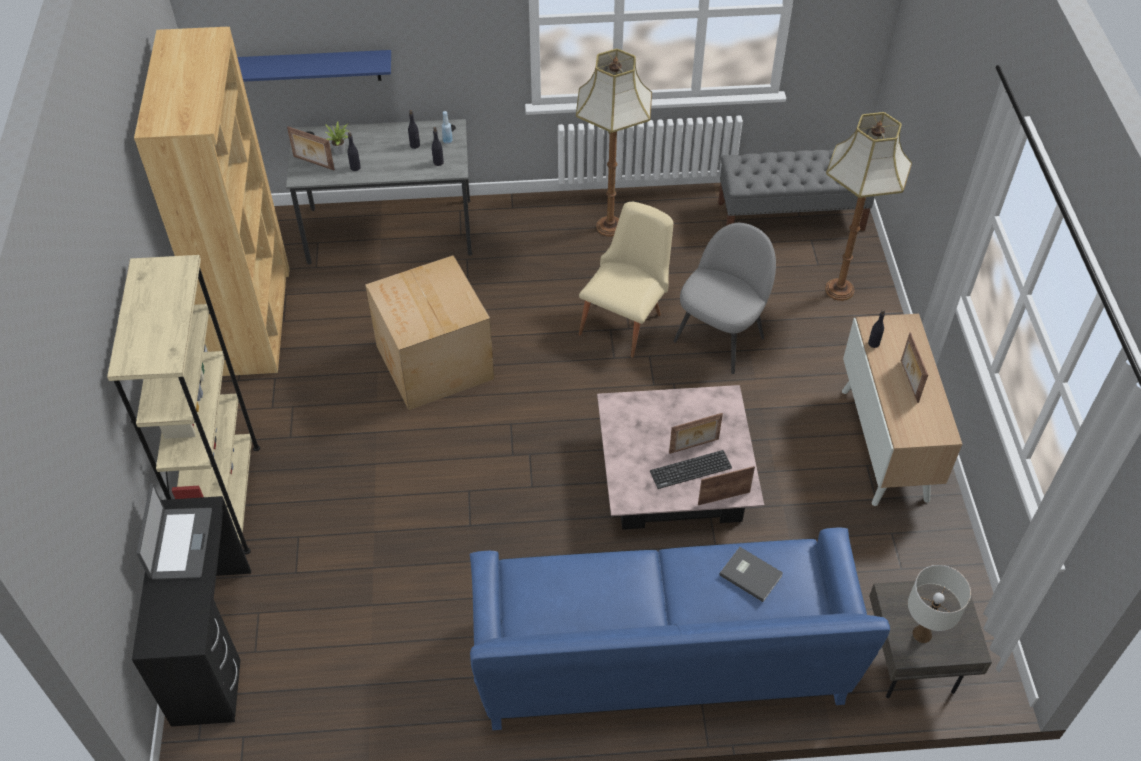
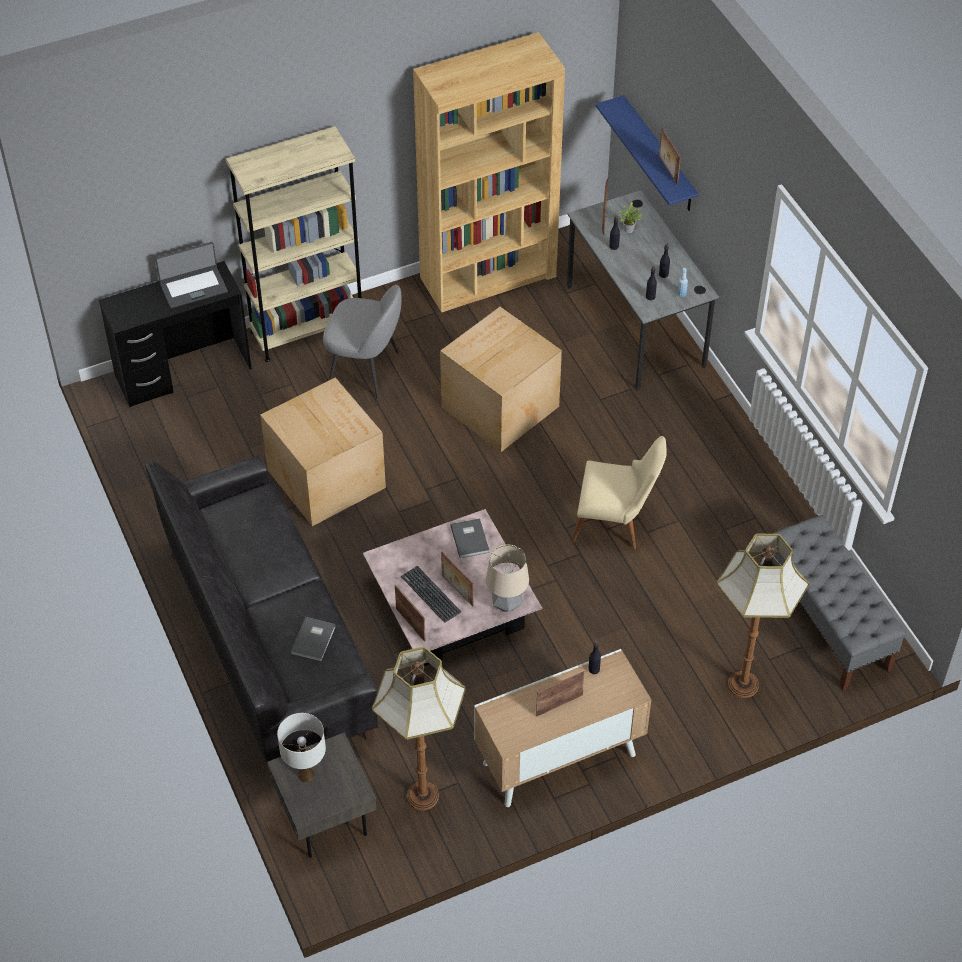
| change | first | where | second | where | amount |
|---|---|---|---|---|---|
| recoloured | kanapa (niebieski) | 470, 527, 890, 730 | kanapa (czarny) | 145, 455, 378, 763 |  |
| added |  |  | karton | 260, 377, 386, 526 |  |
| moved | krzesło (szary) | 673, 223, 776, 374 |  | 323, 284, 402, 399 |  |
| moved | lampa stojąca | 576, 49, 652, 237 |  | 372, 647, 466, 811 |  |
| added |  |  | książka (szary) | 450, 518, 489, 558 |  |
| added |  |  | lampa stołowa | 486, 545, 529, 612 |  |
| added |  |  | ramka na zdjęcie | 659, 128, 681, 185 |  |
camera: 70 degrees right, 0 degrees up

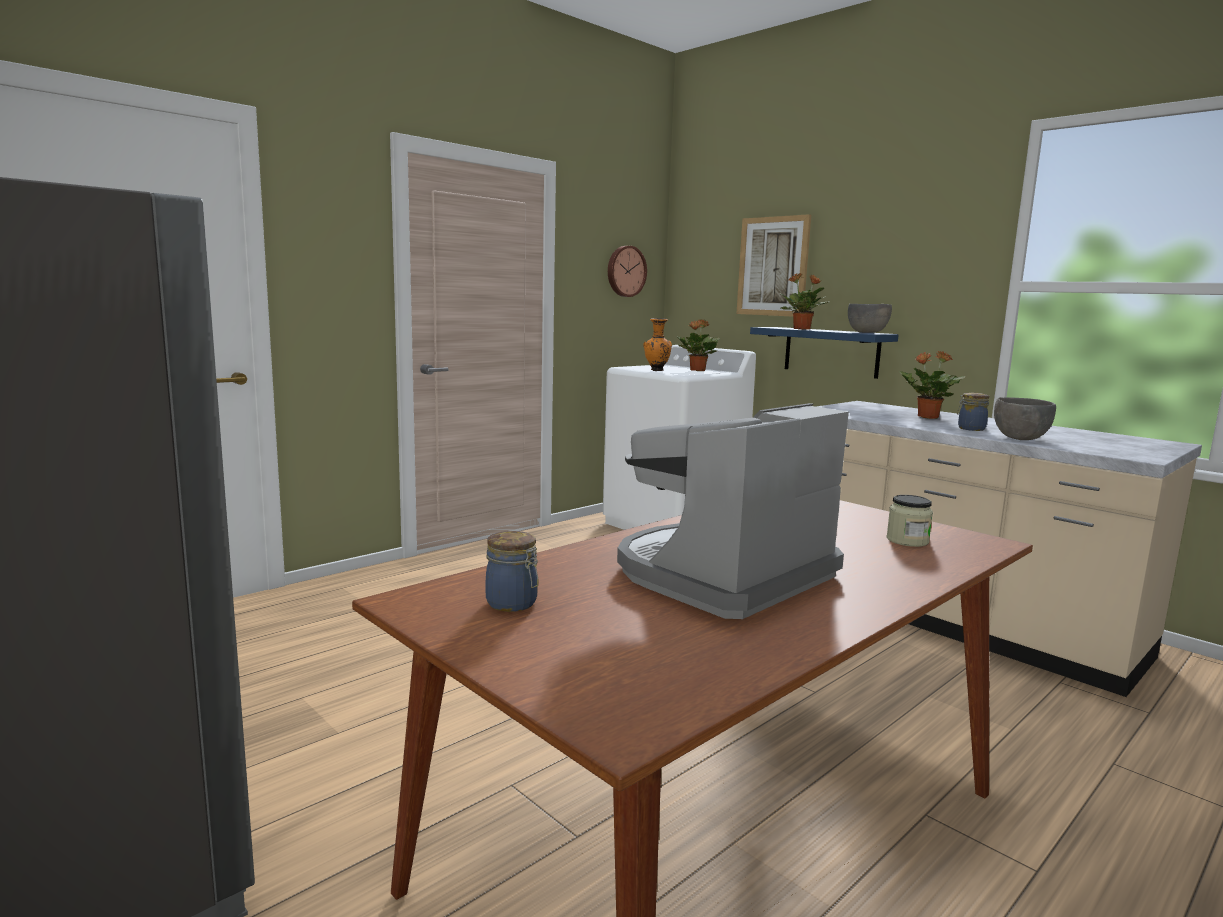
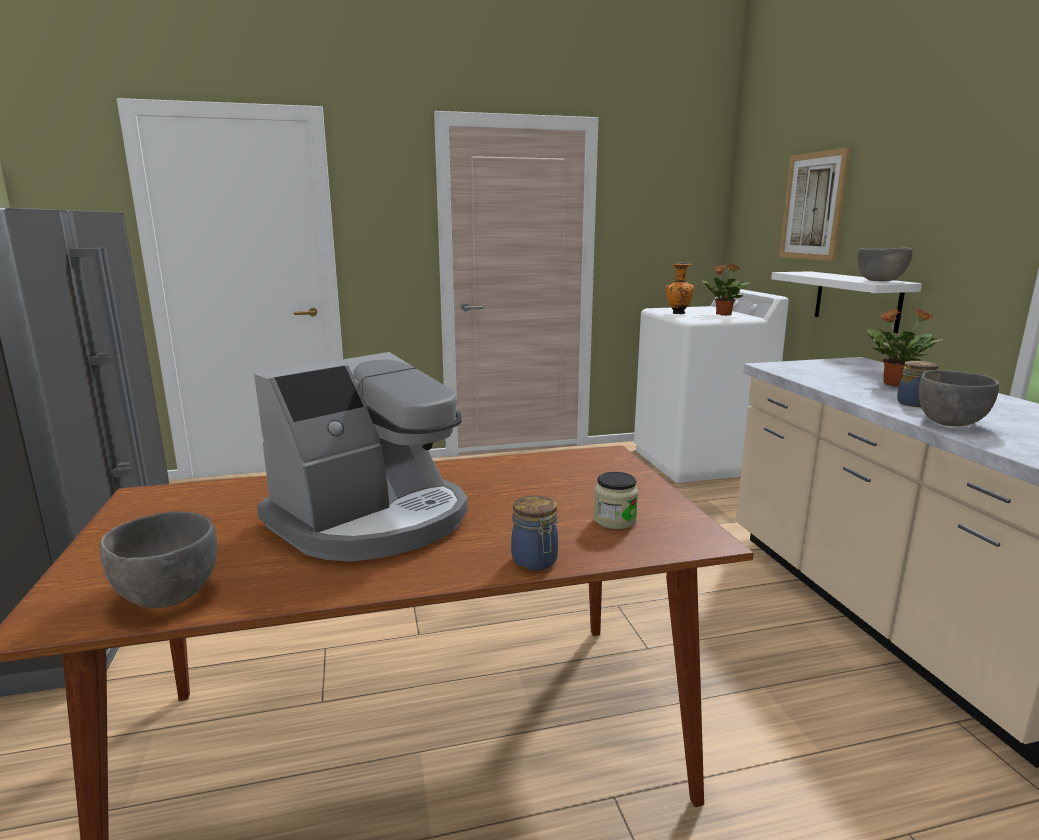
| change | first | where | second | where | amount |
|---|---|---|---|---|---|
| added |  |  | miska (szary) | 100, 512, 217, 608 |  |
| turned | ekspres do kawy | 617, 403, 849, 619 |  | 254, 352, 468, 562 | 150 degrees clockwise |
| moved | słoik | 486, 531, 538, 612 |  | 511, 495, 558, 571 |  |
| recoloured | półka (niebieski) | 750, 327, 899, 379 | półka (biały) | 771, 271, 922, 333 |  |
| removed | zegar ścienny | 608, 246, 647, 297 |  |  |  |
| removed | roślina doniczkowa | 779, 273, 829, 330 |  |  |  |
camera: 30 degrees right, 5 degrees up

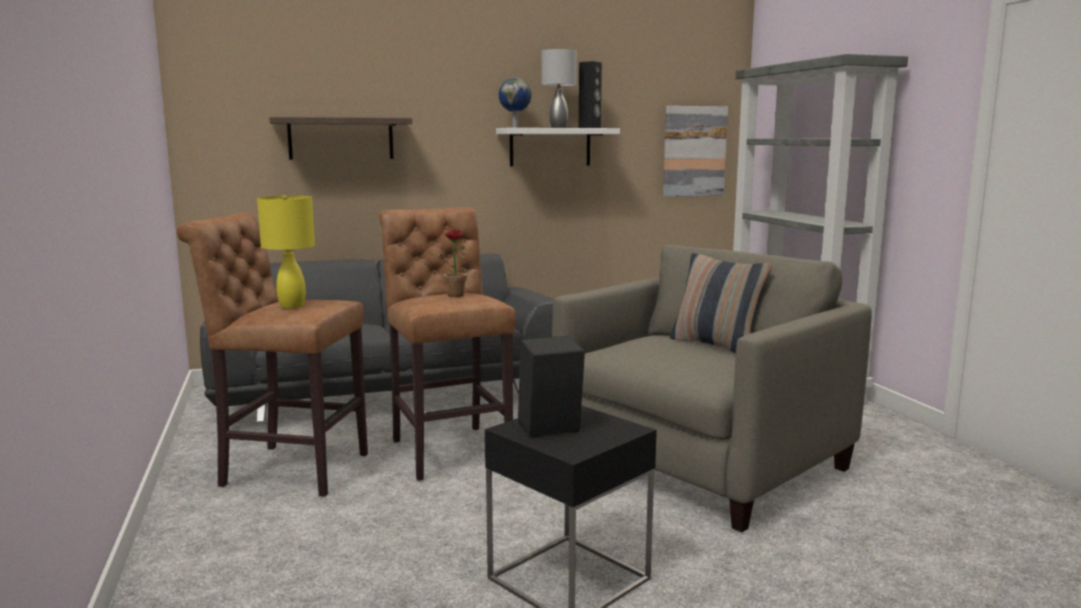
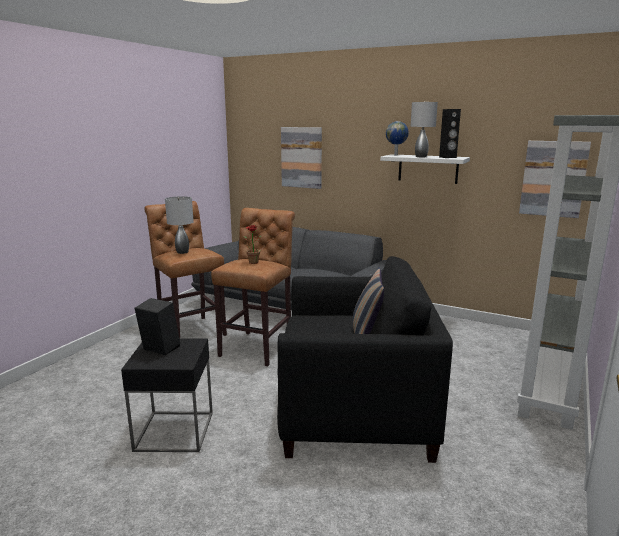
| change | first | where | second | where | amount |
|---|---|---|---|---|---|
| recoloured | lampa stołowa (żółty) | 257, 196, 315, 309 | lampa stołowa (szary) | 165, 196, 194, 254 |  |
| recoloured | fotel (beżowy) | 552, 245, 871, 532 | fotel (czarny) | 277, 256, 453, 463 |  |
| replaced | półka | 269, 117, 412, 160 | obraz | 281, 127, 322, 189 |  |
camera: 45 degrees right, 5 degrees up

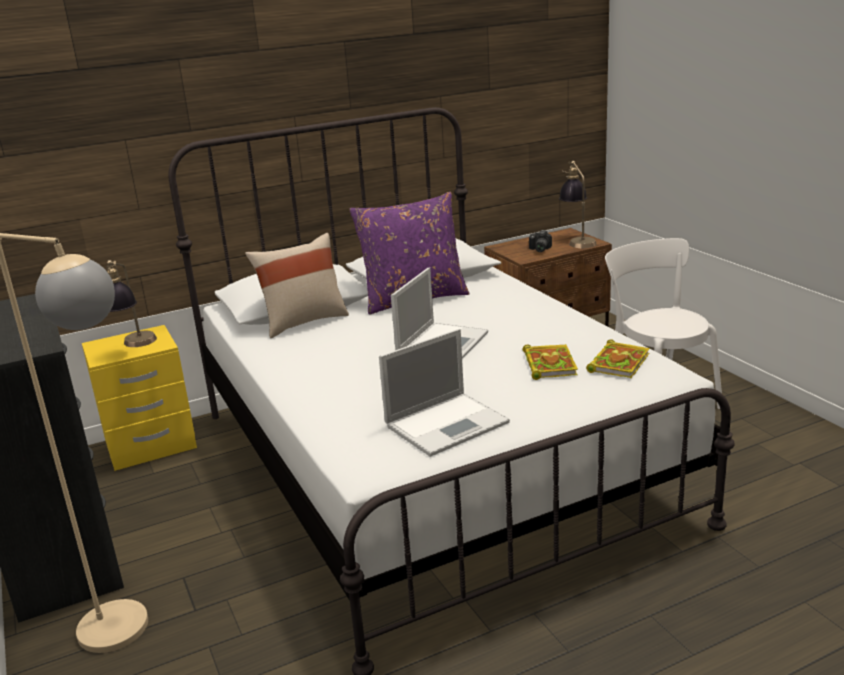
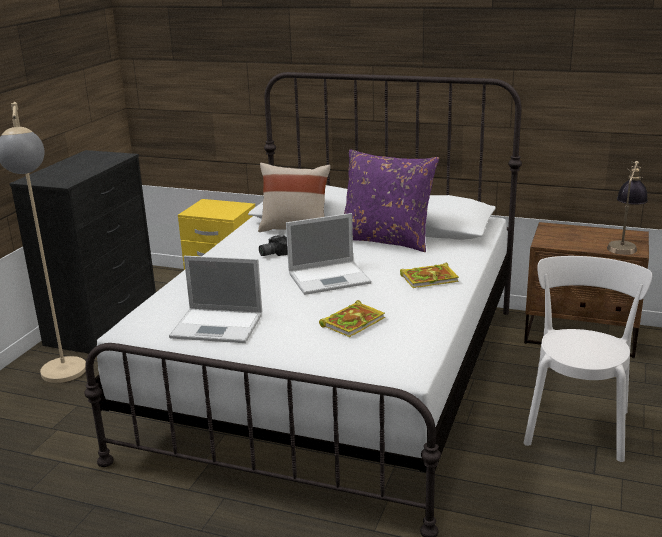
| change | first | where | second | where | amount |
|---|---|---|---|---|---|
| moved | aparat fotograficzny | 529, 230, 552, 252 |  | 259, 235, 288, 256 |  |
| moved | książka | 586, 339, 650, 378 |  | 400, 262, 459, 288 |  |
| removed | lampa stołowa | 106, 260, 157, 347 |  |  |  |
camera: 45 degrees right, 0 degrees up

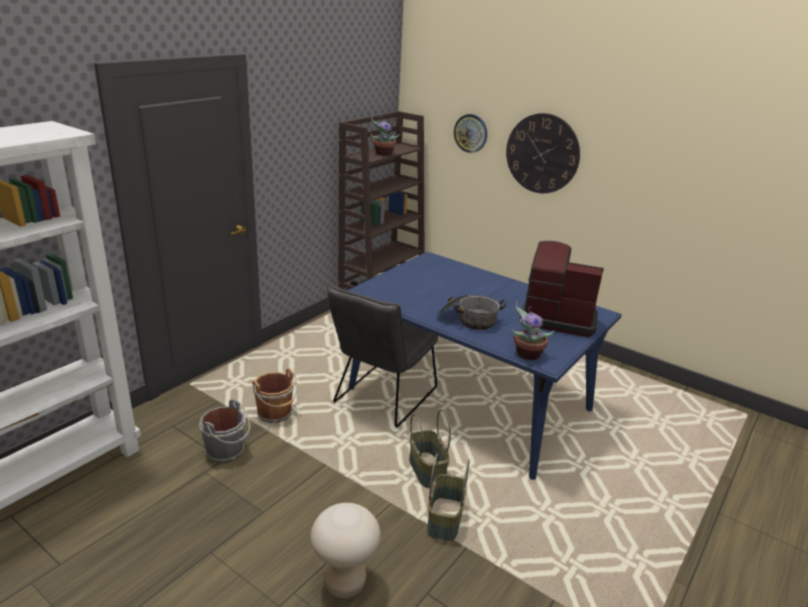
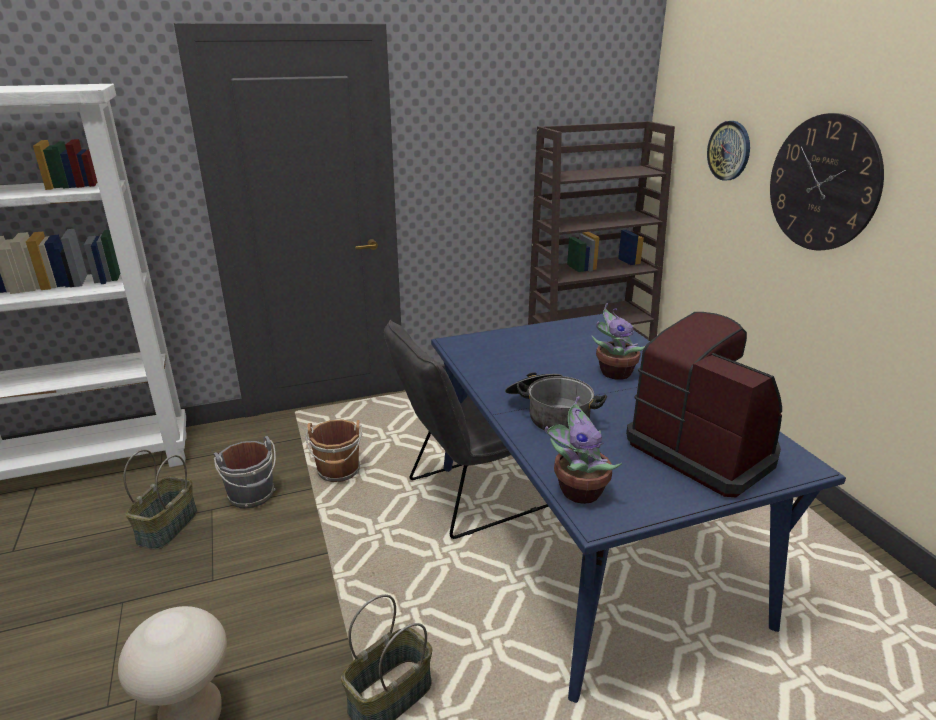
| change | first | where | second | where | amount |
|---|---|---|---|---|---|
| moved | koszyk | 409, 409, 451, 488 |  | 123, 450, 197, 550 |  |
| moved | roślina doniczkowa | 370, 116, 400, 156 |  | 592, 303, 645, 380 |  |
camera: 35 degrees right, 0 degrees up

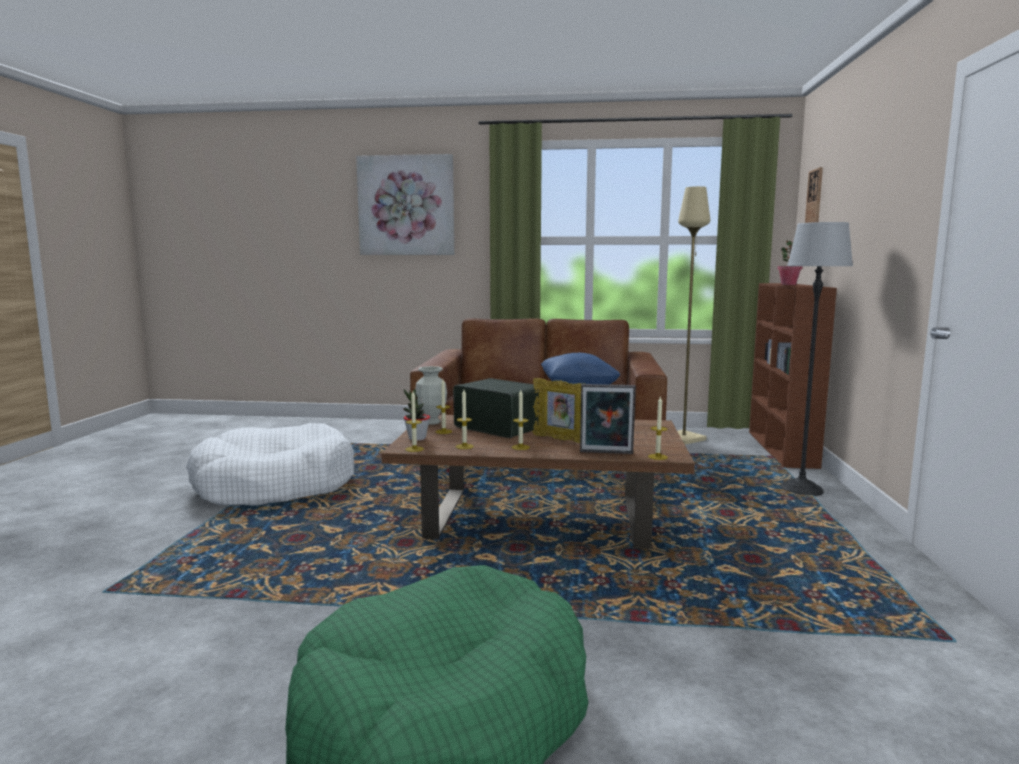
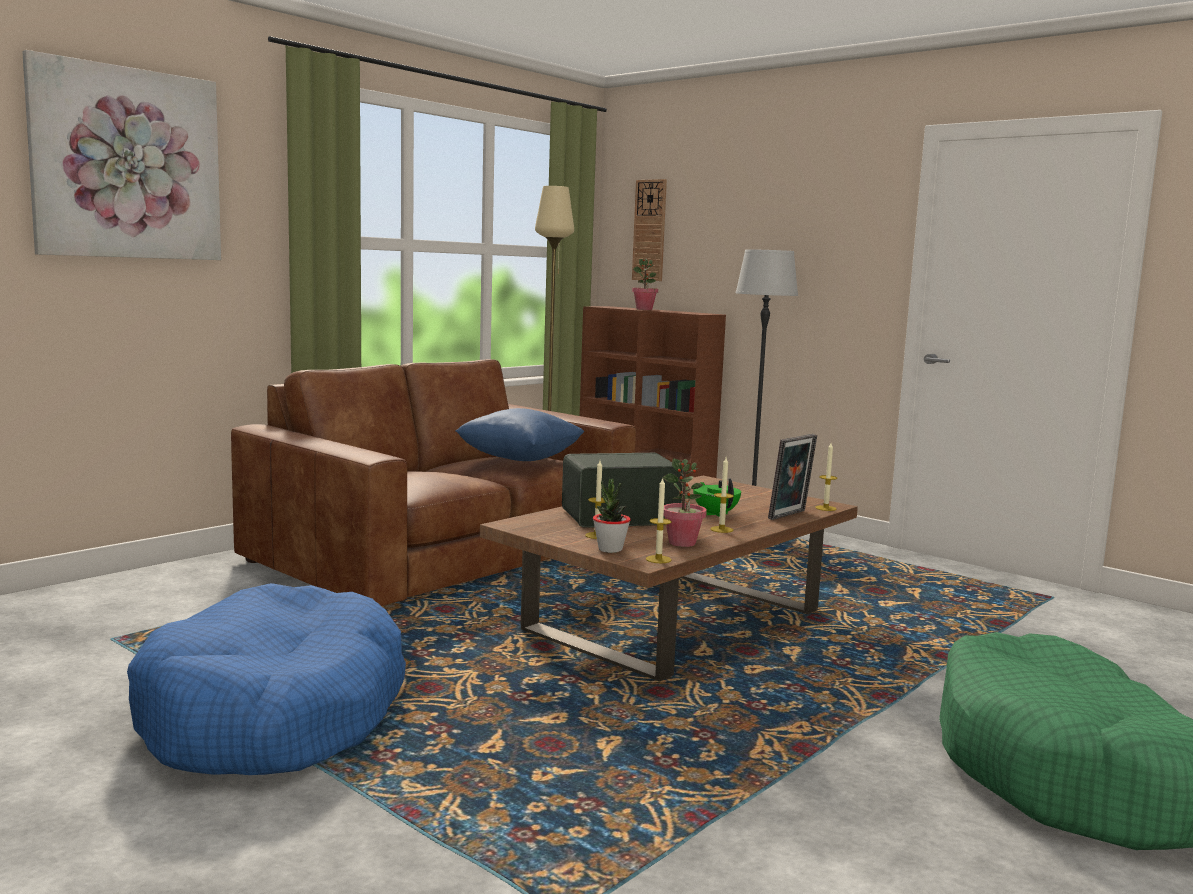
| change | first | where | second | where | amount |
|---|---|---|---|---|---|
| recoloured | legowisko (biały) | 186, 423, 354, 506 | legowisko (niebieski) | 127, 583, 406, 775 |  |
| replaced | świeca | 455, 390, 474, 449 | roślina doniczkowa | 663, 458, 707, 547 |  |
| replaced | ramka na zdjęcie | 533, 378, 584, 443 | imbryk (zielony) | 693, 479, 741, 517 |  |
| removed | wazon | 415, 366, 447, 425 |  |  |  |
camera: 55 degrees left, 0 degrees up

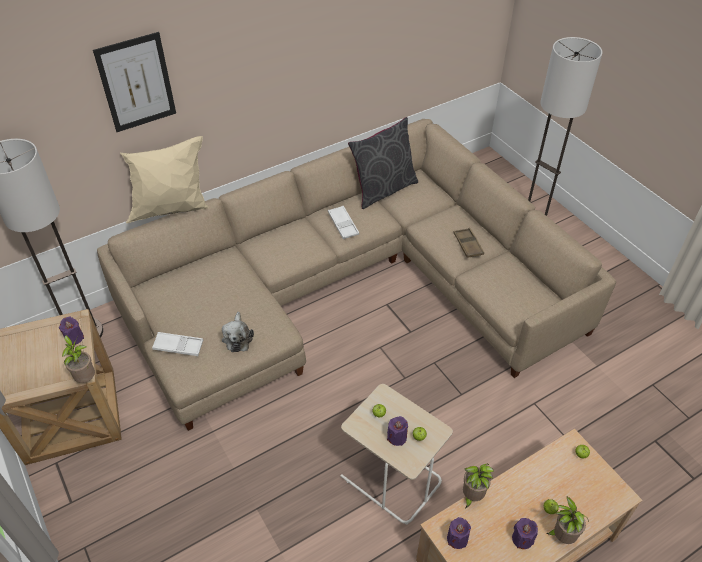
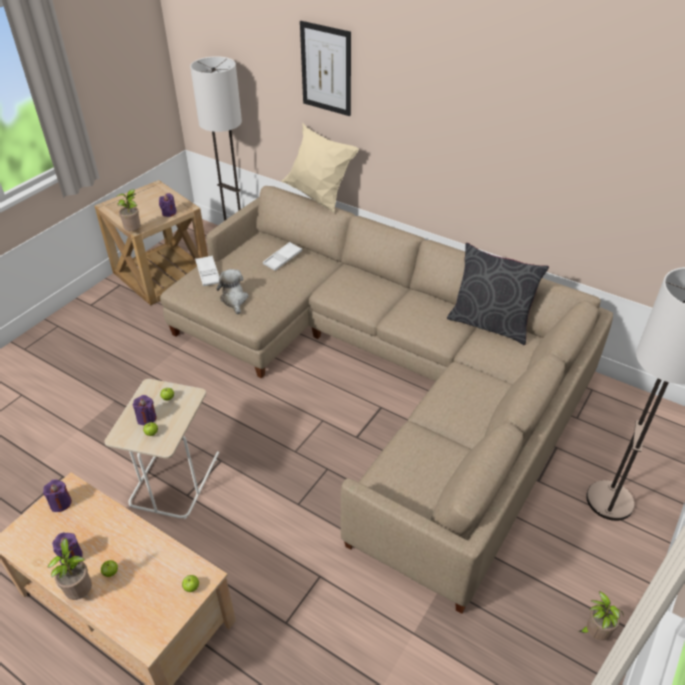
| change | first | where | second | where | amount |
|---|---|---|---|---|---|
| turned | pluszak | 222, 312, 254, 352 |  | 216, 269, 248, 314 | 105 degrees clockwise |
| moved | taca (biały) | 328, 206, 359, 239 |  | 263, 242, 302, 271 |  |
| moved | roślina doniczkowa | 463, 464, 494, 508 |  | 579, 591, 624, 641 |  |
| removed | taca (brązowy) | 453, 228, 484, 258 |  |  |  |
camera: 65 degrees right, 5 degrees down

